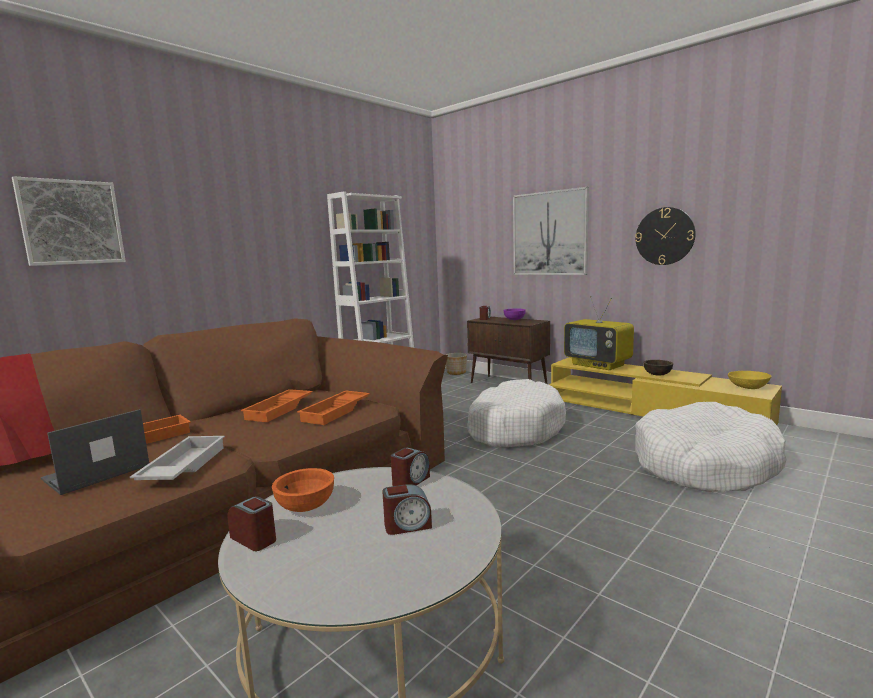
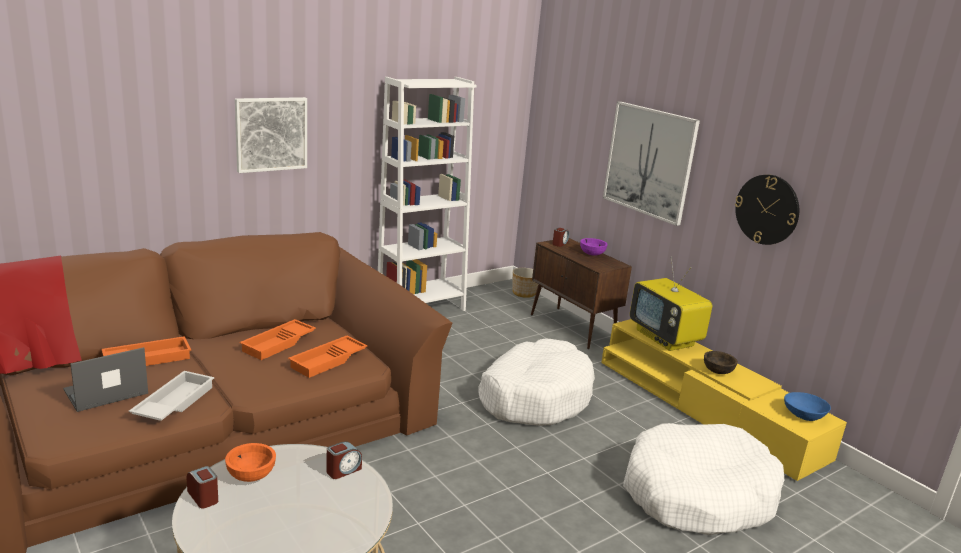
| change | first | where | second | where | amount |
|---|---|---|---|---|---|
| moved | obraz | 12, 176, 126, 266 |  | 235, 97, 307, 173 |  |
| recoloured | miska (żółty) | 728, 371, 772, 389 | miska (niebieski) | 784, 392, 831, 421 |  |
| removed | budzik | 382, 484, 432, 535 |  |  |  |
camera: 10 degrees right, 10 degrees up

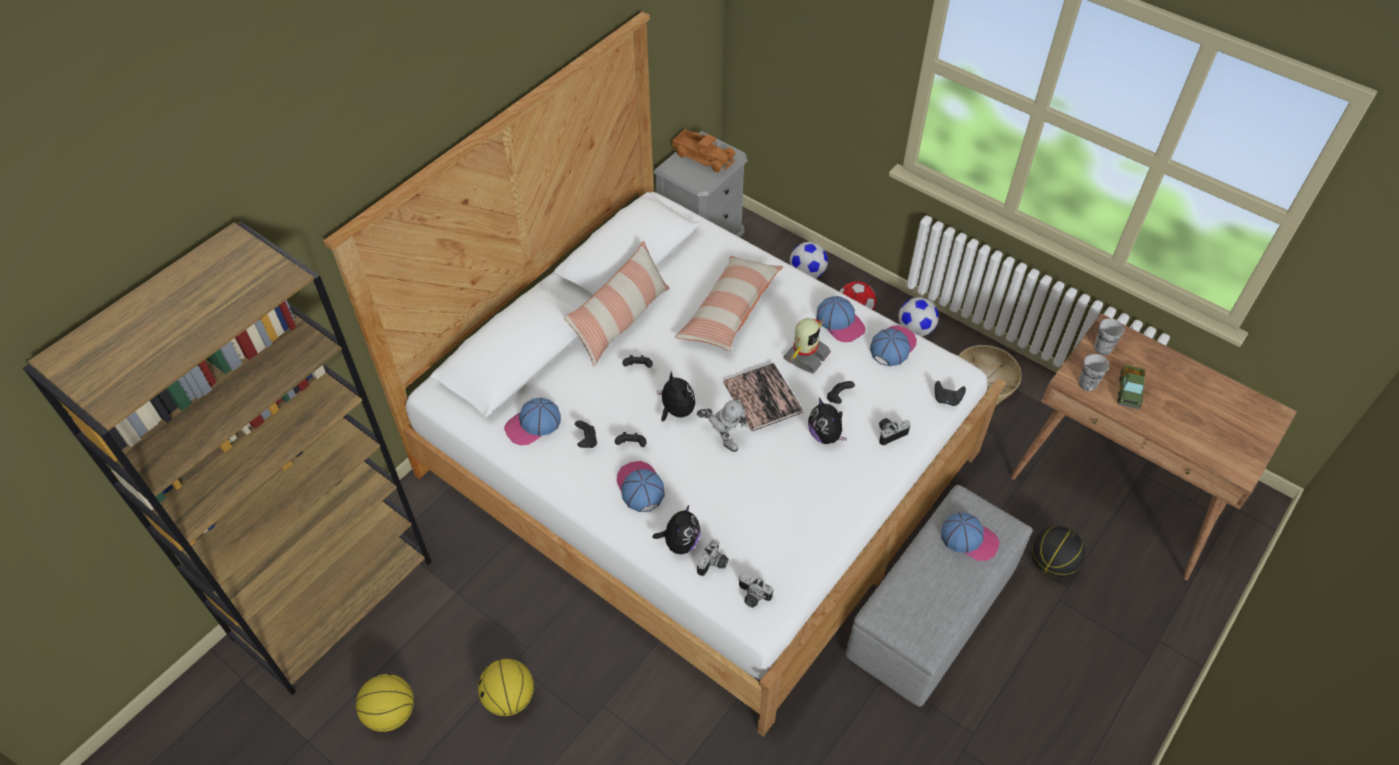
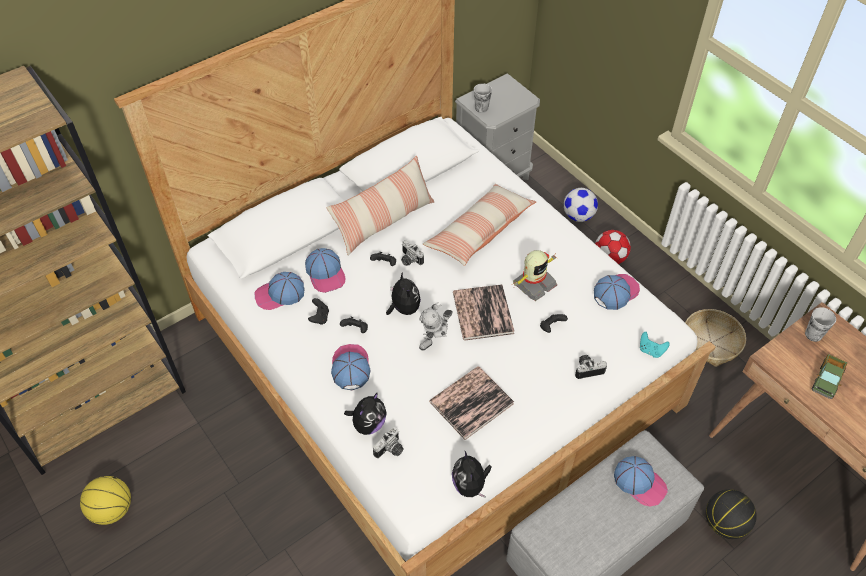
| change | first | where | second | where | amount |
|---|---|---|---|---|---|
| moved | czapka z daszkiem | 817, 296, 865, 342 |  | 305, 248, 346, 293 |  |
| moved | aparat fotograficzny | 739, 573, 773, 608 |  | 401, 240, 424, 266 |  |
| turned | robot zabawkowy | 697, 399, 747, 452 |  | 419, 302, 453, 350 | 75 degrees clockwise |
| added |  |  | książka | 429, 366, 514, 440 |  |
| moved | pluszak | 808, 398, 847, 444 |  | 452, 450, 492, 498 |  |
| moved | filiżanka | 1079, 354, 1110, 391 |  | 474, 83, 492, 113 |  |
| recoloured | pad do gier (czarny) | 935, 381, 966, 406 | pad do gier (turkusowy) | 640, 332, 670, 358 |  |
| removed | piłka do koszykówki | 478, 659, 534, 716 |  |  |  |
| removed | ciężarówka zabawkowa | 672, 129, 735, 172 |  |  |  |
| removed | piłka futbolowa | 898, 297, 939, 337 |  |  |  |
camera: 15 degrees right, 0 degrees up

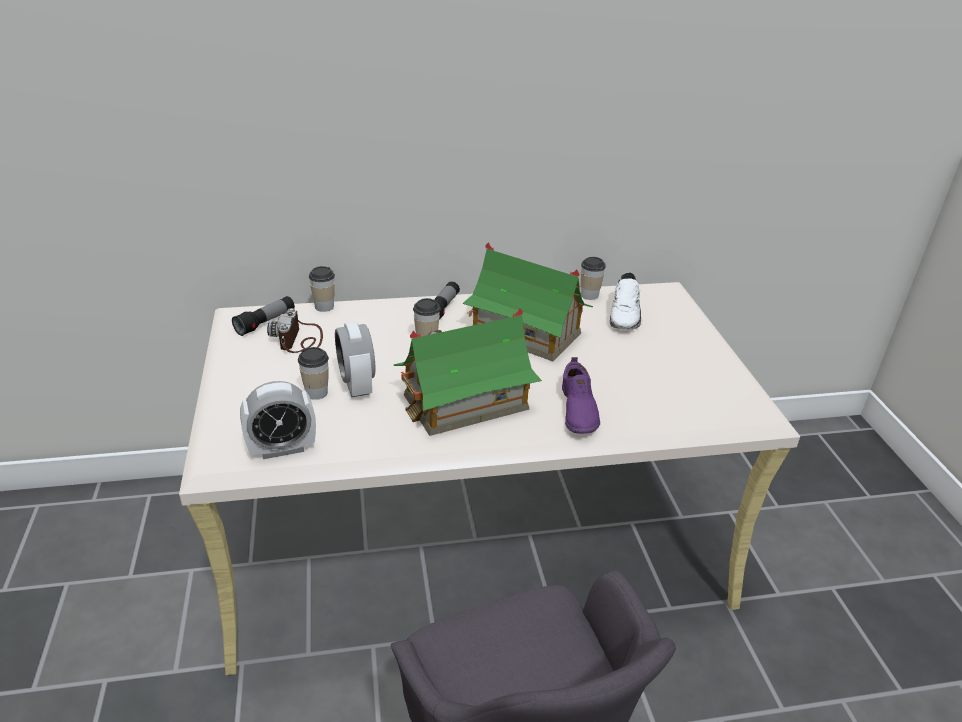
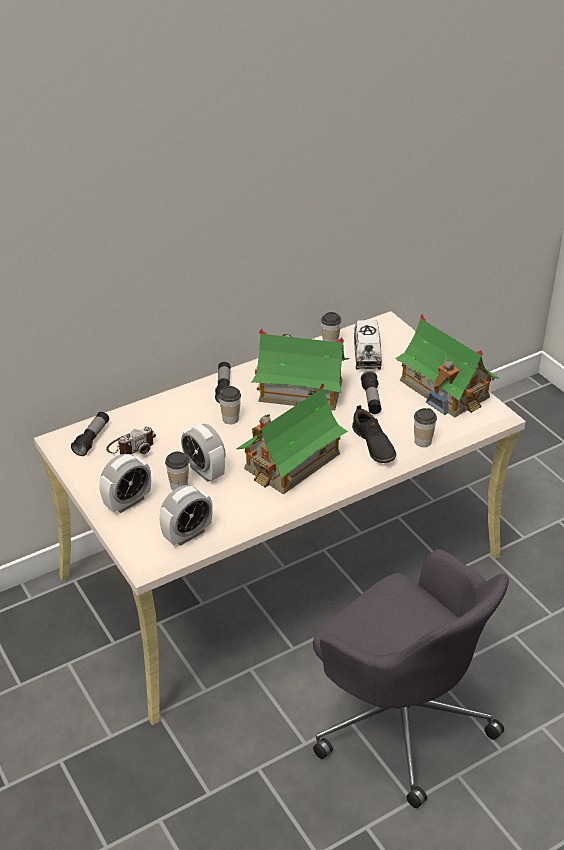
| change | first | where | second | where | amount |
|---|---|---|---|---|---|
| added |  |  | budzik | 99, 454, 151, 513 |  |
| turned | aparat fotograficzny | 267, 308, 323, 353 |  | 106, 426, 156, 455 | 105 degrees counterclockwise |
| recoloured | but (fioletowy) | 562, 357, 600, 434 | but (czarny) | 352, 405, 396, 463 |  |
| replaced | but (biały) | 610, 272, 642, 330 | ciężarówka zabawkowa | 354, 320, 382, 370 |  |
| added |  |  | latarka | 361, 371, 381, 414 |  |
| added |  |  | domek | 395, 314, 499, 418 |  |
| moved | filiżanka | 309, 266, 335, 312 |  | 414, 408, 437, 447 |  |
camera: 20 degrees left, 5 degrees up

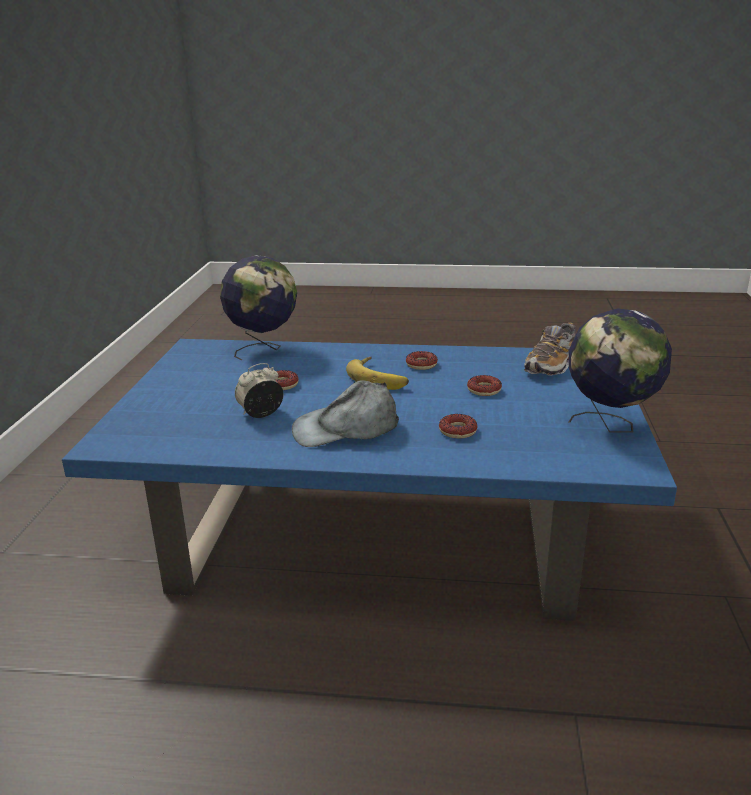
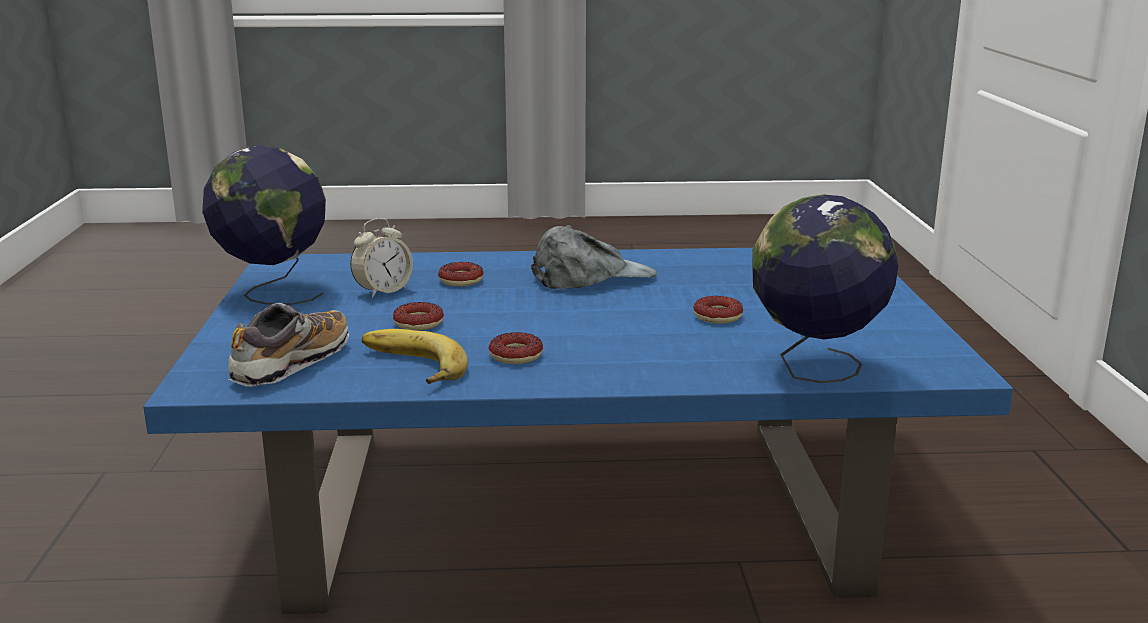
| change | first | where | second | where | amount |
|---|---|---|---|---|---|
| moved | budzik | 235, 363, 284, 418 |  | 350, 218, 413, 298 |  |
| moved | banan | 346, 357, 409, 390 |  | 362, 329, 468, 384 |  |
camera: 170 degrees right, 5 degrees down

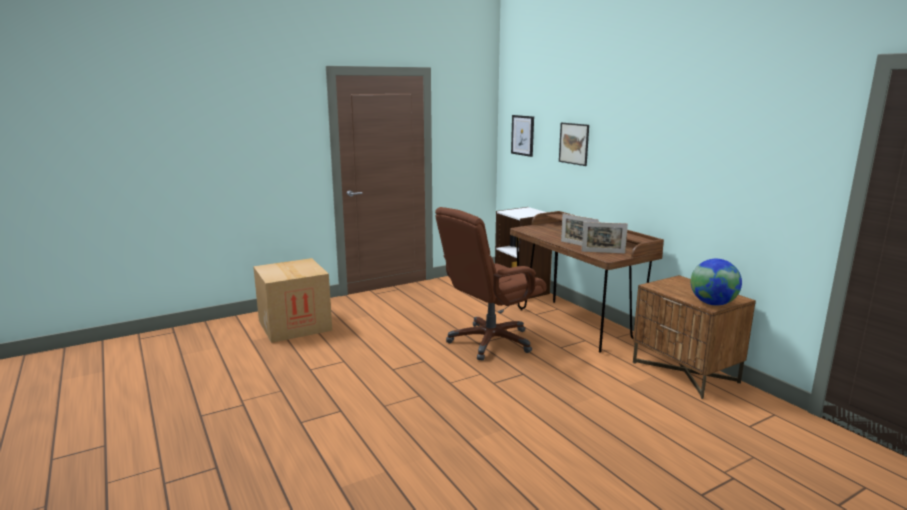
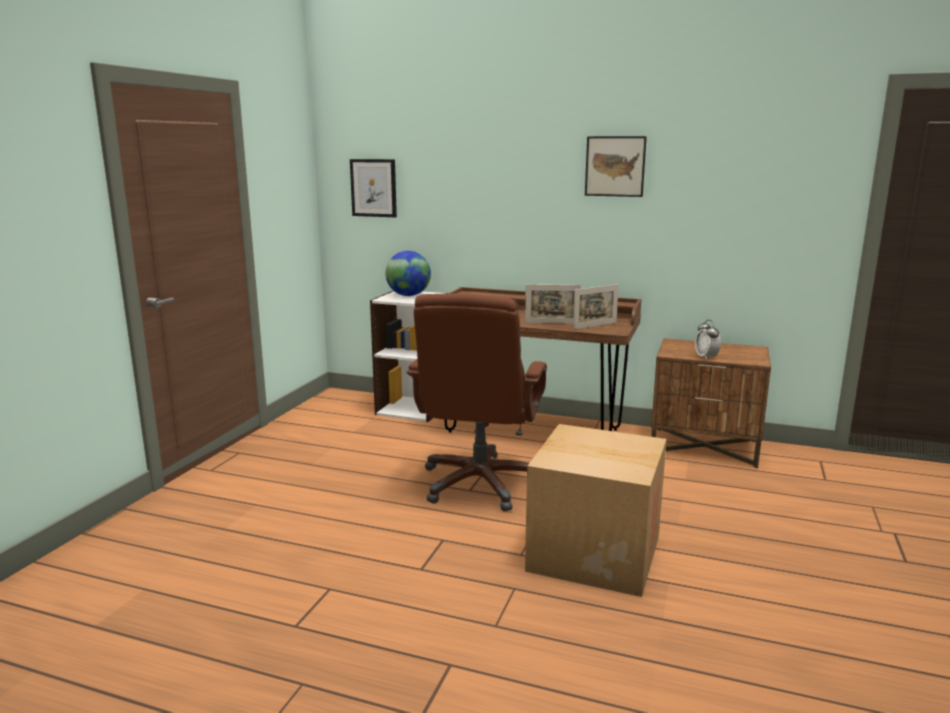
| change | first | where | second | where | amount |
|---|---|---|---|---|---|
| moved | globus | 691, 259, 742, 306 |  | 386, 251, 431, 296 |  |
| moved | karton | 253, 258, 332, 343 |  | 525, 424, 667, 597 |  |
| moved | obraz | 559, 123, 589, 166 |  | 585, 136, 647, 197 |  |
| added |  |  | budzik | 695, 320, 721, 360 |  |
camera: 40 degrees left, 0 degrees up

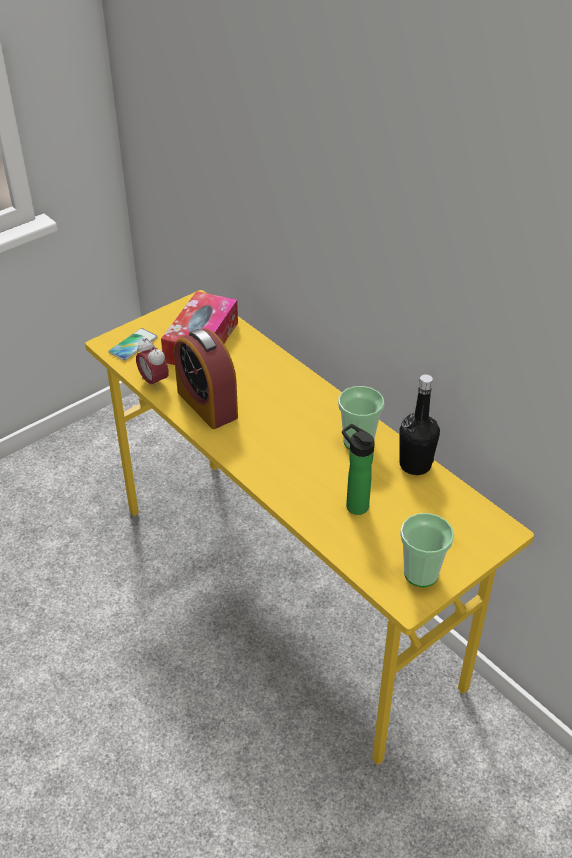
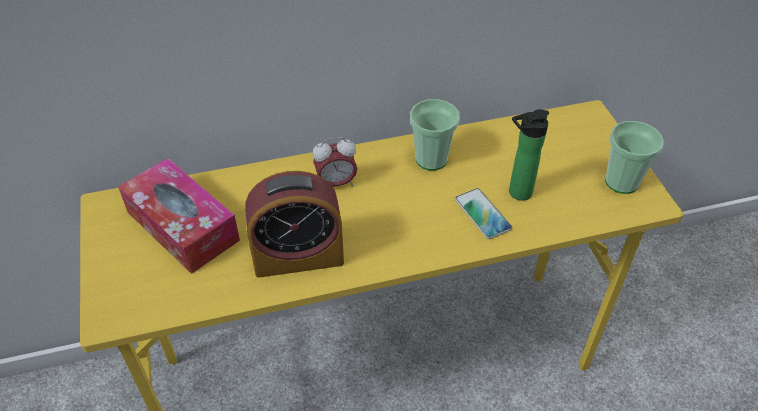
| change | first | where | second | where | amount |
|---|---|---|---|---|---|
| moved | budzik | 136, 338, 169, 391 |  | 313, 137, 357, 186 |  |
| moved | telefon | 109, 328, 157, 361 |  | 455, 188, 512, 239 |  |
| removed | butelka (czarny) | 399, 374, 440, 475 |  |  |  |
camera: 65 degrees left, 5 degrees up

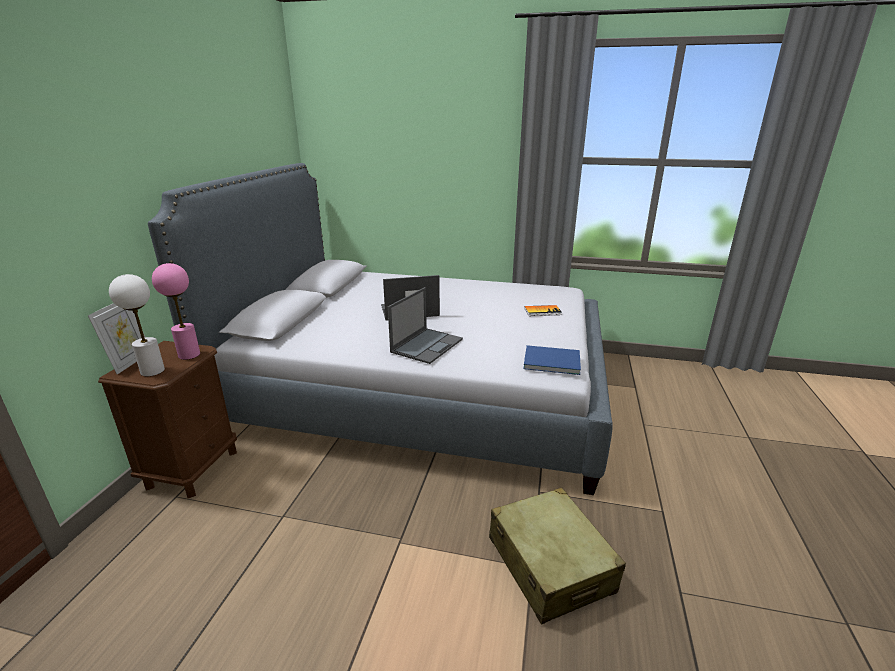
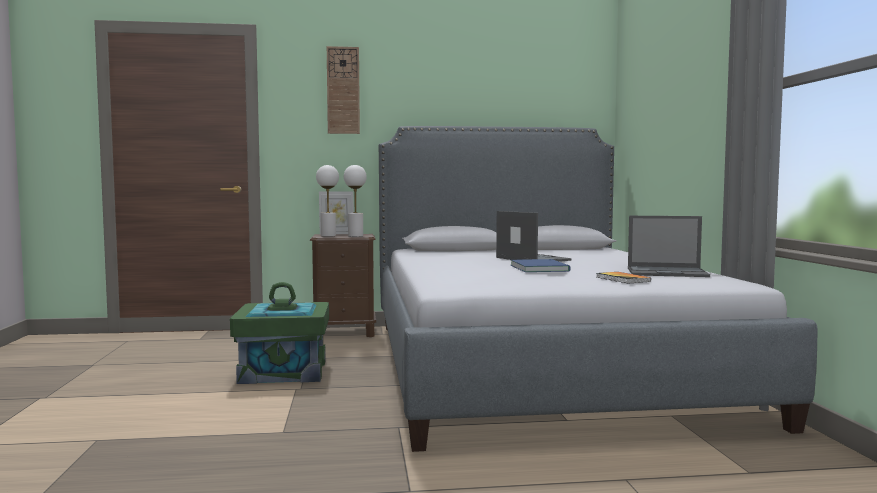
| change | first | where | second | where | amount |
|---|---|---|---|---|---|
| added |  |  | pojemnik do przechowywania (zielony) | 230, 282, 329, 384 |  |
| added |  |  | zegar ścienny | 327, 46, 360, 134 |  |
| recoloured | lampa stołowa (różowy) | 152, 263, 200, 360 | lampa stołowa (biały) | 344, 165, 367, 237 |  |
| moved | książka (niebieski) | 523, 345, 581, 375 |  | 511, 259, 571, 272 |  |
| moved | laptop | 388, 287, 463, 364 |  | 628, 216, 710, 277 |  |
| removed | walizka (beżowy) | 489, 488, 626, 625 |  |  |  |
camera: 70 degrees right, 20 degrees down

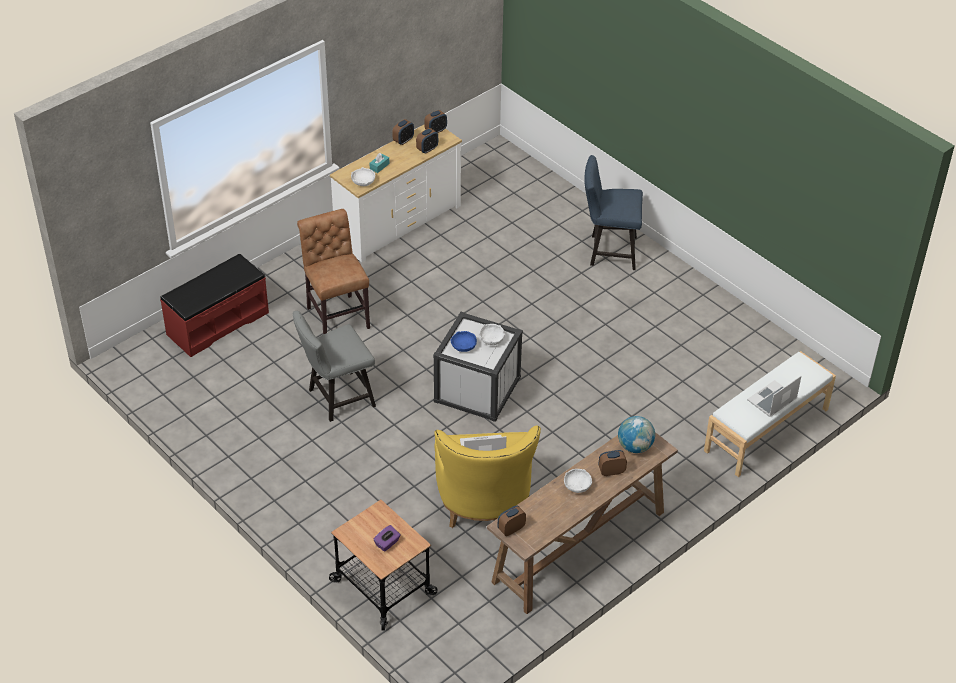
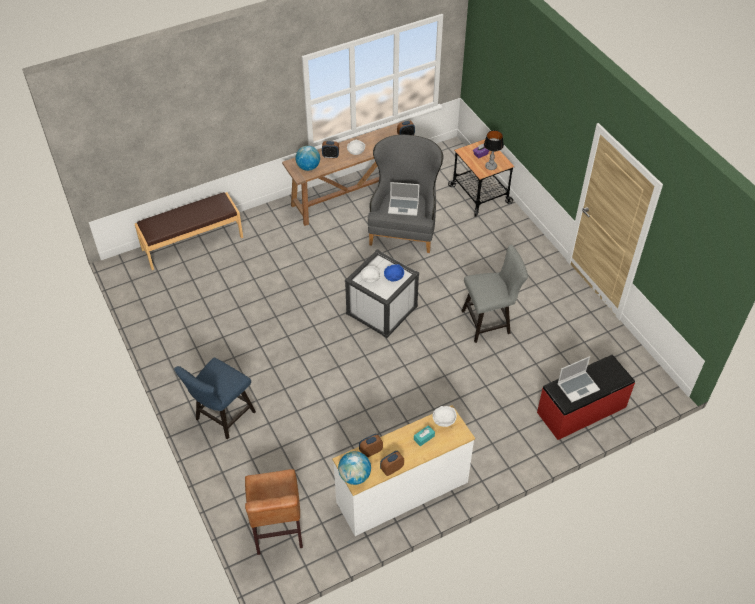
| change | first | where | second | where | amount |
|---|---|---|---|---|---|
| recoloured | ławka (biały) | 704, 351, 836, 477 | ławka (brązowy) | 135, 192, 243, 270 |  |
| turned | krzesło (niebieski) | 584, 155, 643, 270 |  | 174, 358, 256, 439 | 105 degrees clockwise |
| moved | krzesło (brązowy) | 297, 209, 370, 335 |  | 245, 469, 303, 555 |  |
| replaced | budzik | 424, 110, 447, 133 | globus | 338, 451, 371, 485 |  |
| recoloured | fotel (żółty) | 434, 425, 541, 528 | fotel (szary) | 368, 135, 443, 253 |  |
| added |  |  | lampa stołowa | 484, 130, 504, 170 |  |
| moved | laptop | 747, 376, 801, 417 |  | 557, 356, 600, 402 |  |
camera: 165 degrees left, 5 degrees up

